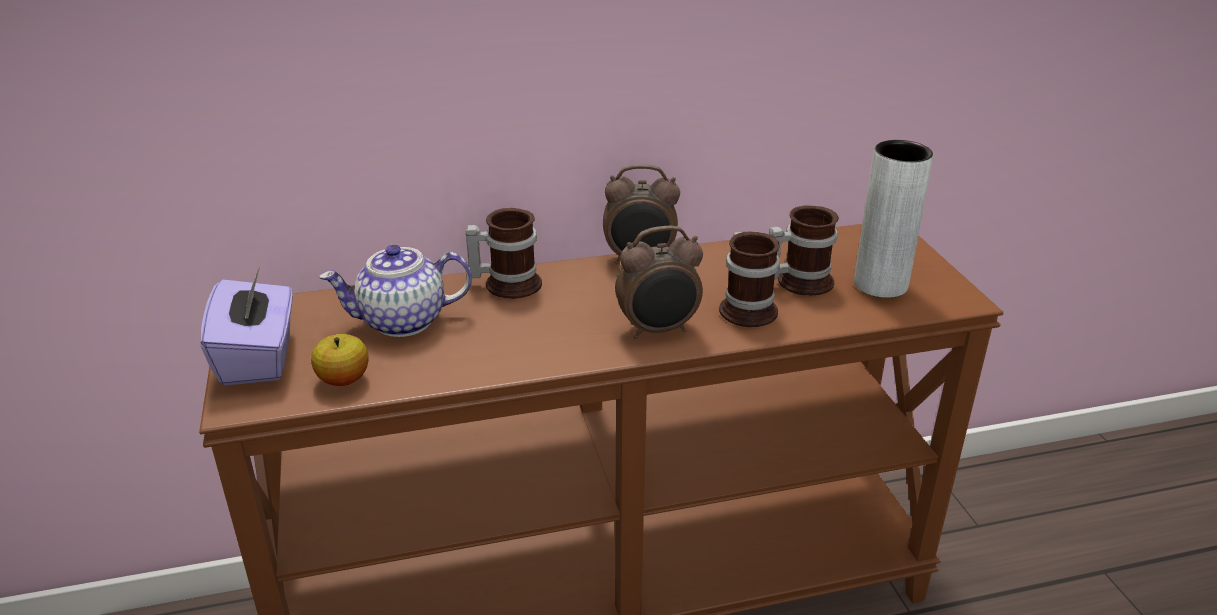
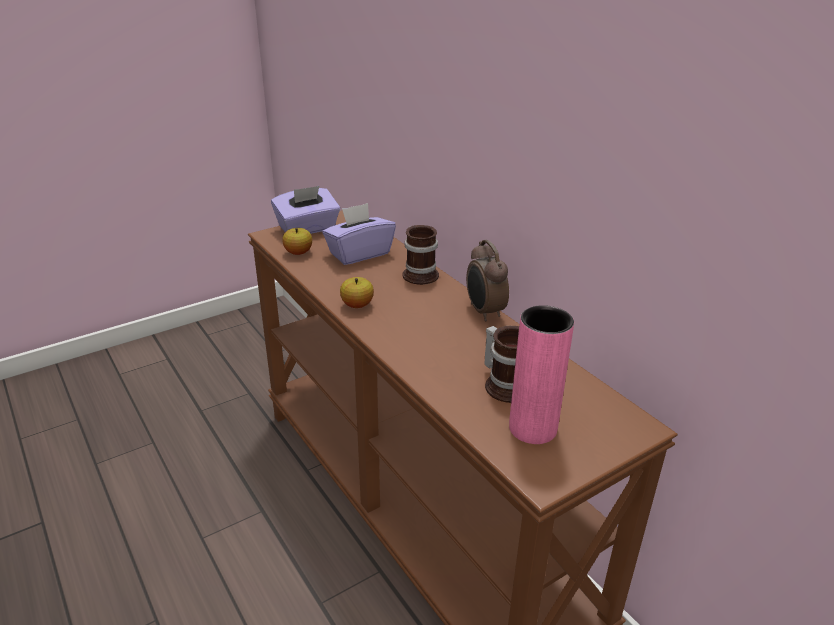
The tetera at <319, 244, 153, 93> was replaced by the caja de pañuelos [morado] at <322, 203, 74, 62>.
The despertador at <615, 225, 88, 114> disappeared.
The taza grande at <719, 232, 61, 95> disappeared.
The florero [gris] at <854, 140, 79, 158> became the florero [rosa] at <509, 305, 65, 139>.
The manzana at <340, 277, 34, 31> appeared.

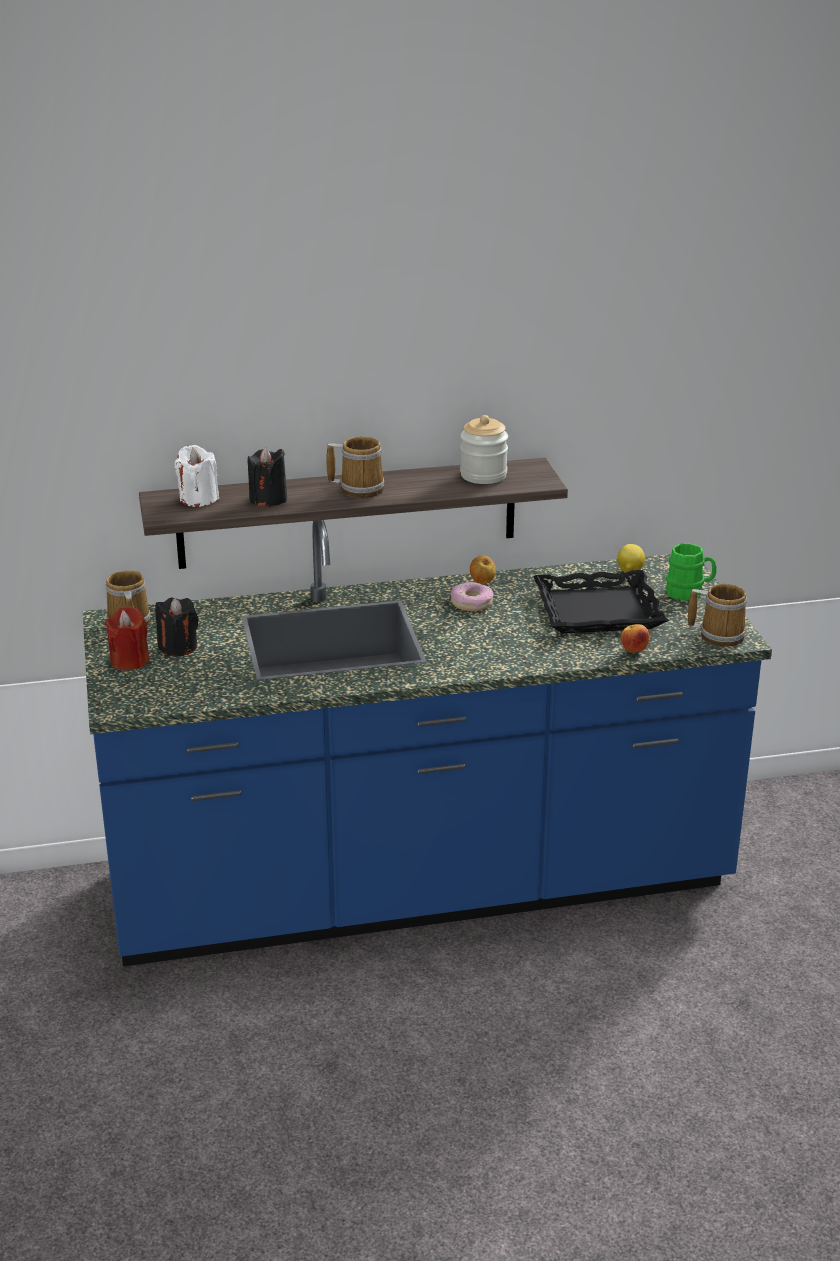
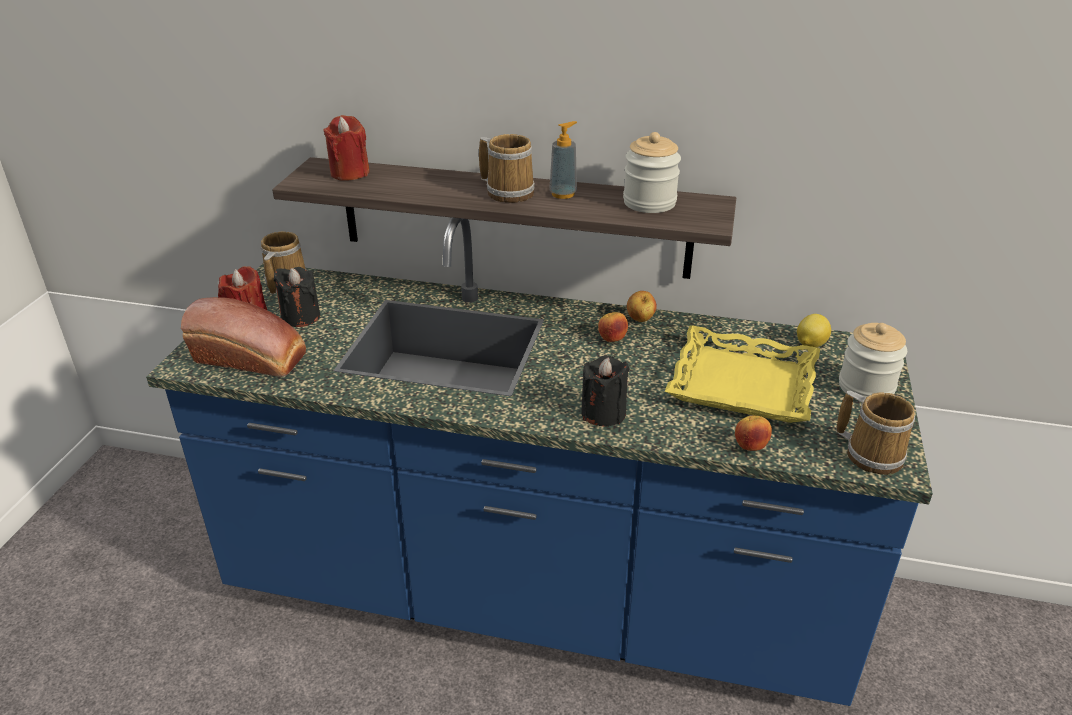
The vela [blanco] at <175, 445, 44, 62> became the vela [rojo] at <323, 115, 47, 66>.
The vela [negro] moved from <248, 447, 39, 60> to <581, 355, 49, 71>.
The rosquilla at <450, 582, 43, 29> was replaced by the manzana at <598, 312, 30, 30>.
The bandeja [negro] at <534, 570, 135, 64> became the bandeja [amarillo] at <664, 325, 156, 98>.
The taza grande [verde] at <666, 543, 51, 57> was replaced by the tarro at <839, 323, 68, 75>.
The pan at <181, 297, 125, 80> appeared.
The dispensador de jabón at <549, 121, 28, 78> appeared.

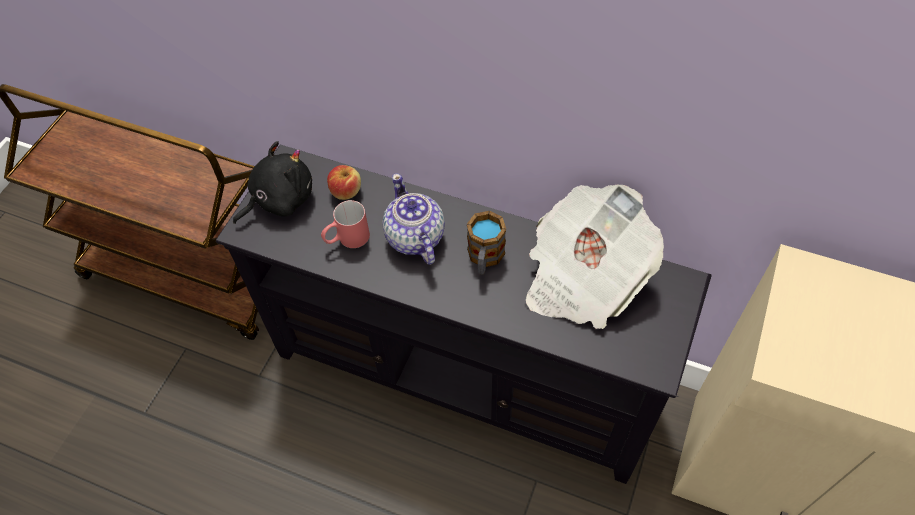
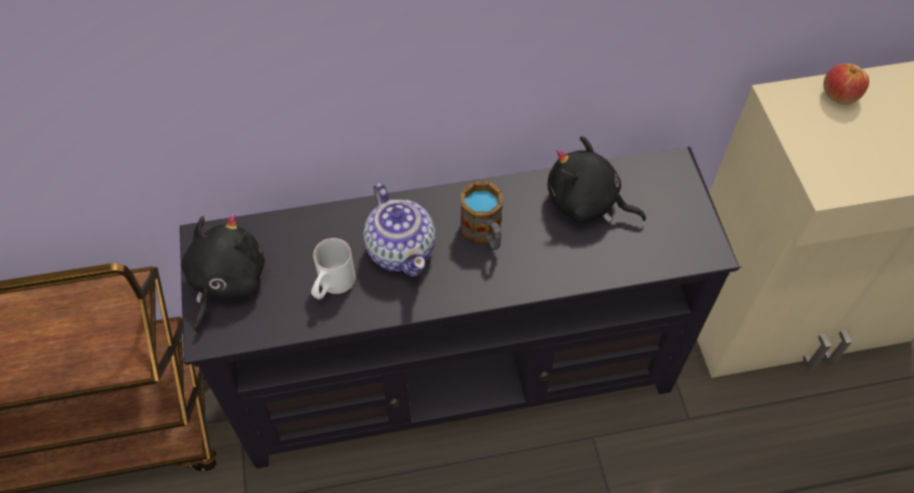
The taza grande [rojo] at <321, 200, 49, 48> became the taza grande [blanco] at <311, 238, 45, 61>.
The manzana moved from <327, 165, 34, 35> to <824, 63, 45, 42>.
The tetera at <382, 173, 63, 92> turned 150 degrees counterclockwise.
The periódico at <526, 184, 138, 145> was replaced by the peluche [negro] at <548, 136, 98, 87>.

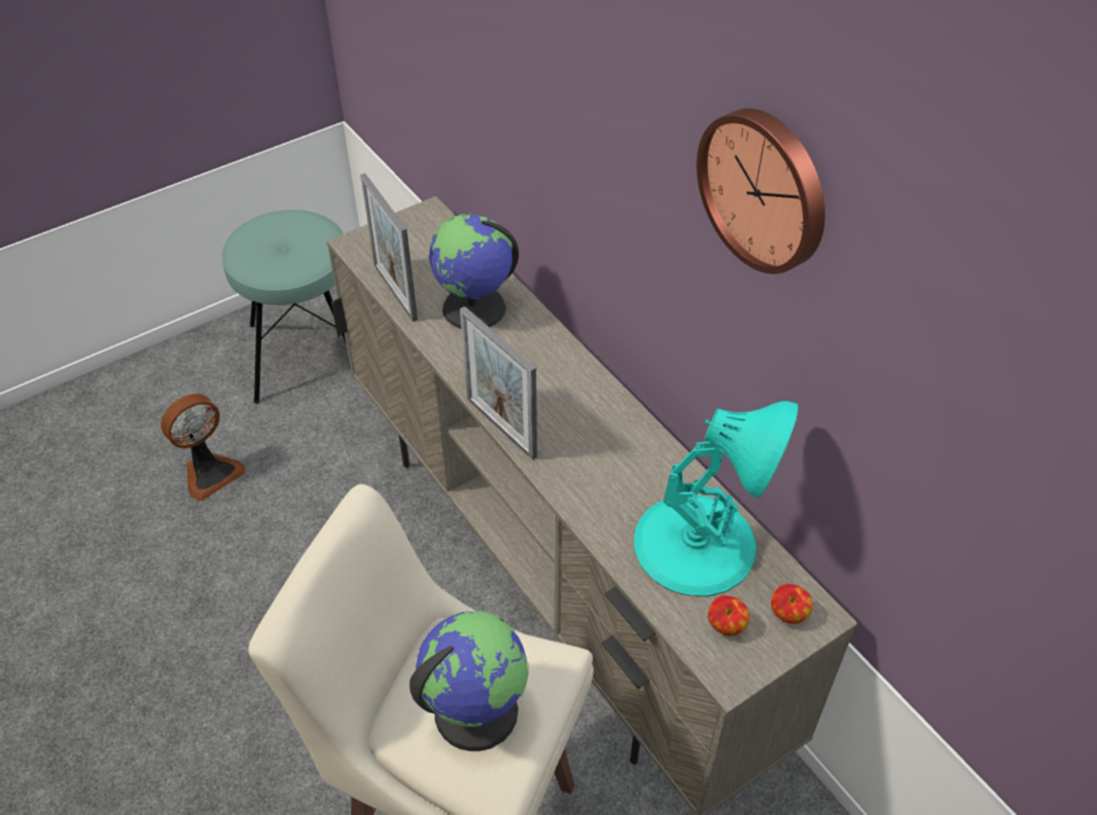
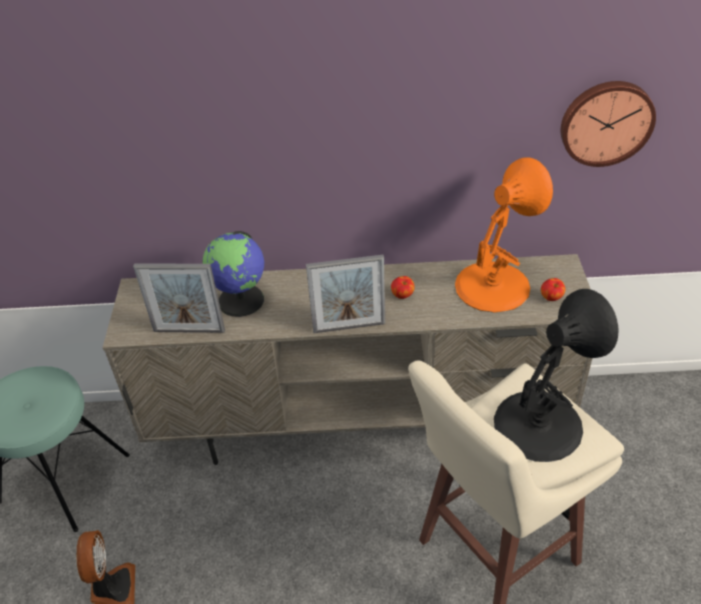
The globo terráqueo at <410, 610, 119, 141> was replaced by the lámpara de mesa [negro] at <494, 289, 124, 173>.
The lámpara de mesa [turquesa] at <634, 401, 164, 196> became the lámpara de mesa [naranja] at <455, 157, 98, 156>.
The reloj de pared moved from <697, 108, 128, 166> to <561, 81, 95, 86>.
The manzana moved from <771, 584, 42, 40> to <391, 276, 24, 23>.

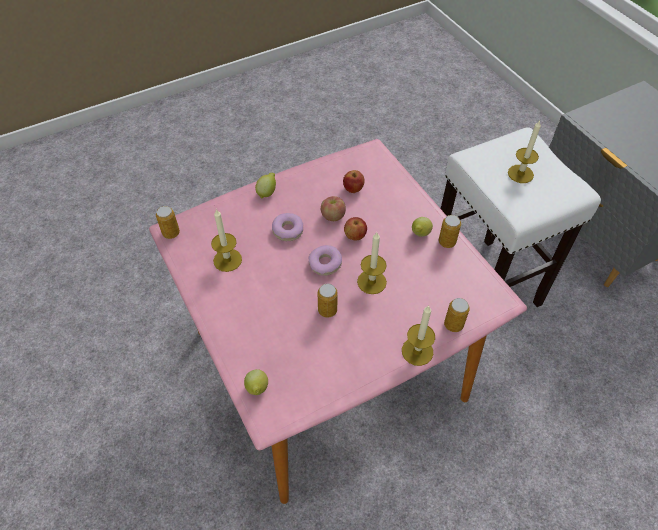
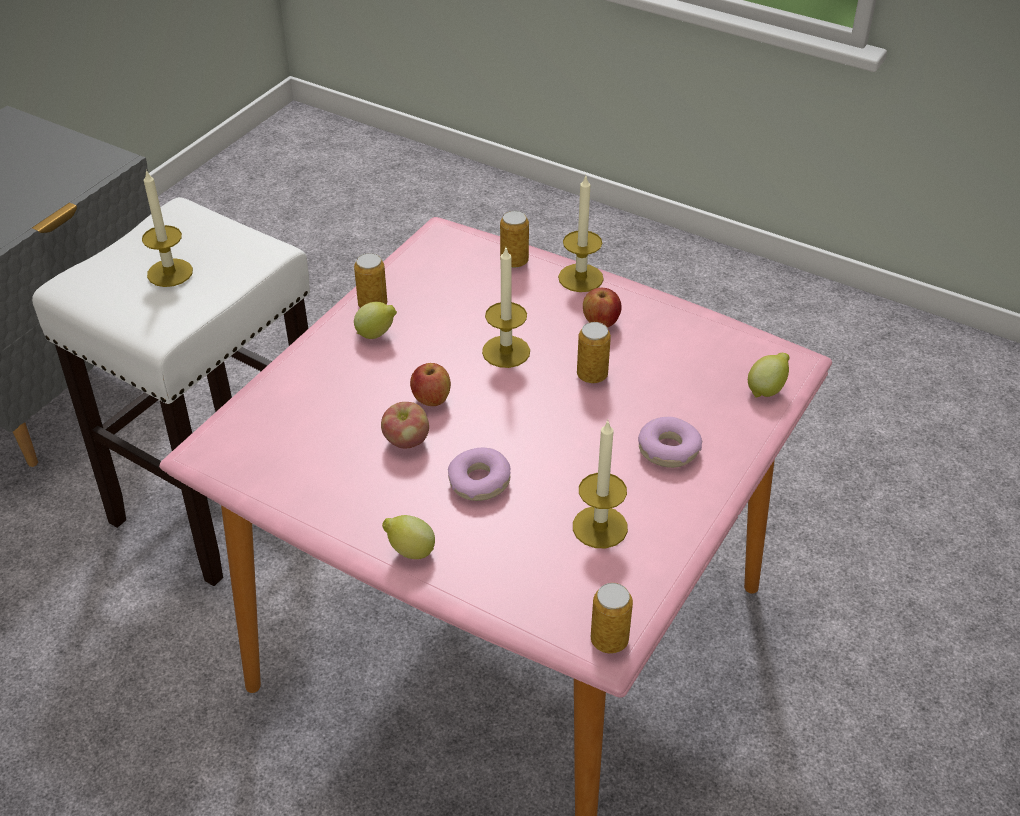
The rosquilla moved from <308, 245, 34, 31> to <638, 417, 64, 51>.
The manzana moved from <343, 170, 22, 23> to <583, 288, 39, 39>.

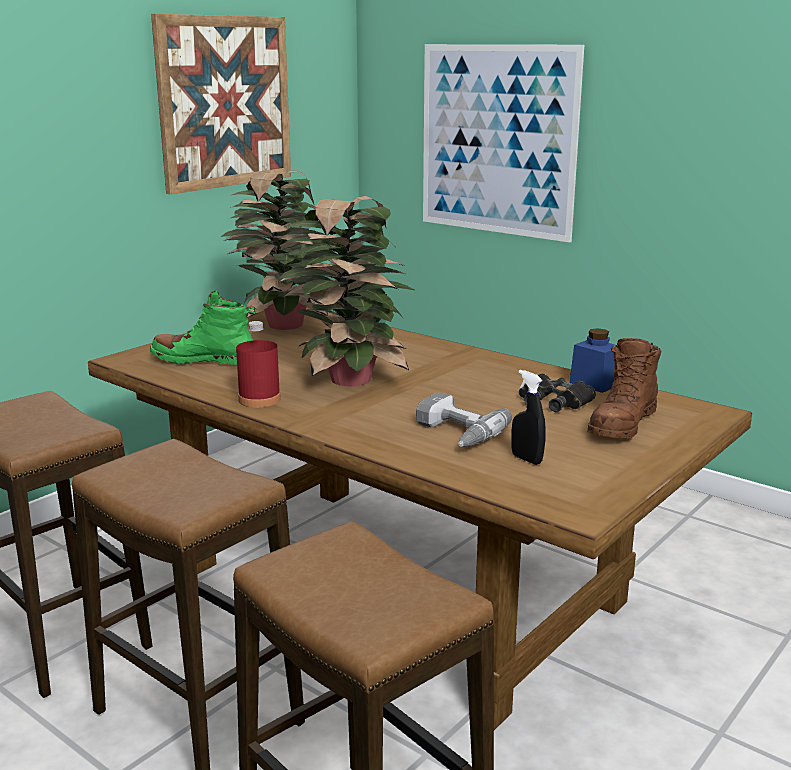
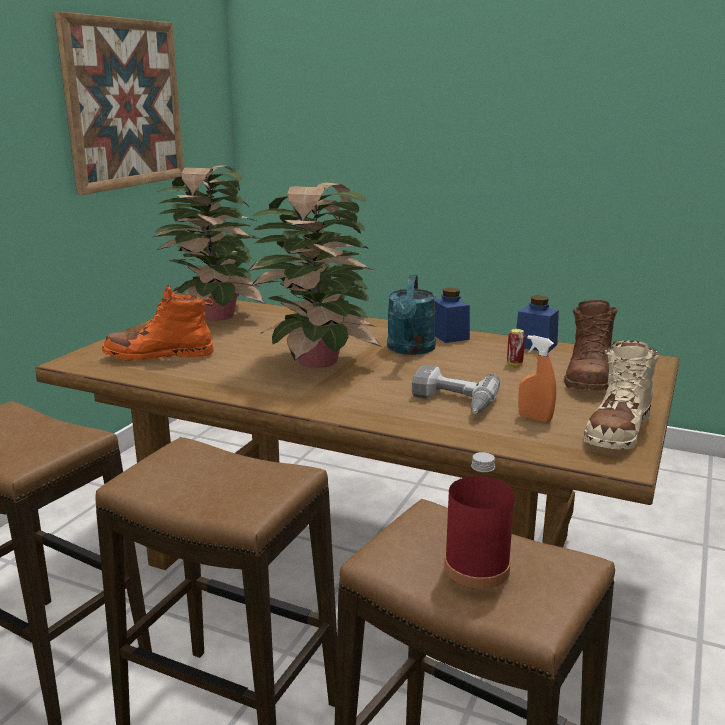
The bota [verde] at <150, 291, 107, 74> became the bota [naranja] at <102, 285, 112, 76>.
The botella [rojo] moved from <236, 321, 45, 86> to <444, 452, 71, 137>.
The cuadro at <423, 44, 161, 198> disappeared.
The pulverizador [negro] at <511, 370, 35, 95> became the pulverizador [naranja] at <518, 335, 38, 88>.
The prismáticos [negro] at <519, 374, 77, 38> was replaced by the lata at <507, 329, 18, 37>.
The regadera [turquesa] at <387, 275, 49, 80> appeared.
The tarro [azul] at <434, 288, 36, 55> appeared.
The bota [beis] at <584, 340, 75, 110> appeared.

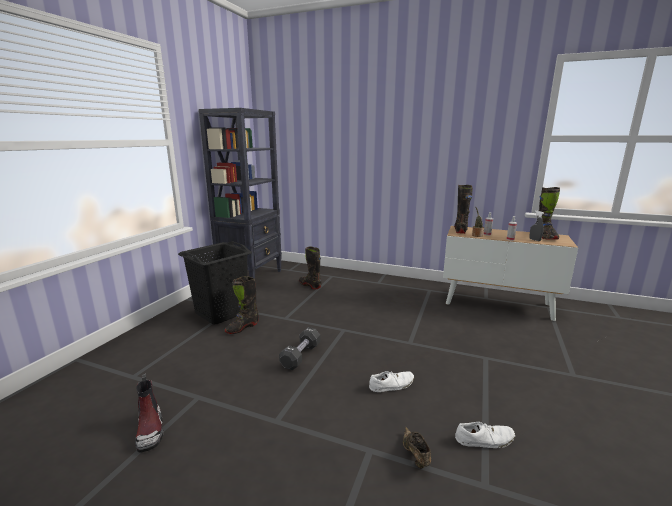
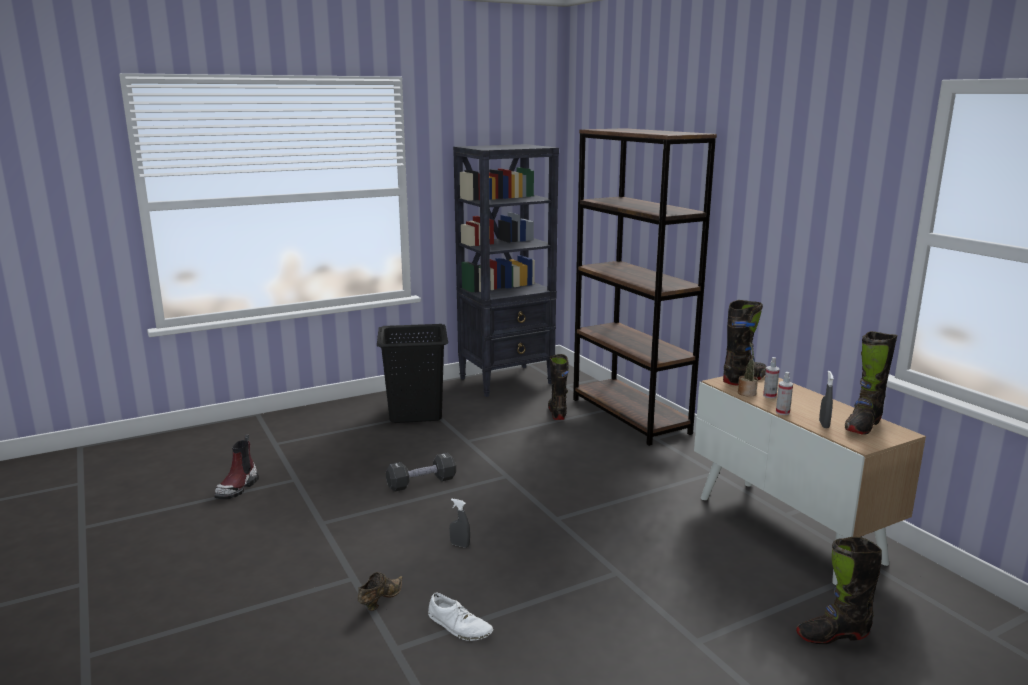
The bota [negro] moved from <224, 276, 35, 58> to <796, 537, 86, 107>.
The zapato [blanco] at <369, 371, 45, 21> was replaced by the pulverizador [gris] at <449, 499, 21, 49>.
The estantería [marrón] at <573, 128, 144, 318> appeared.

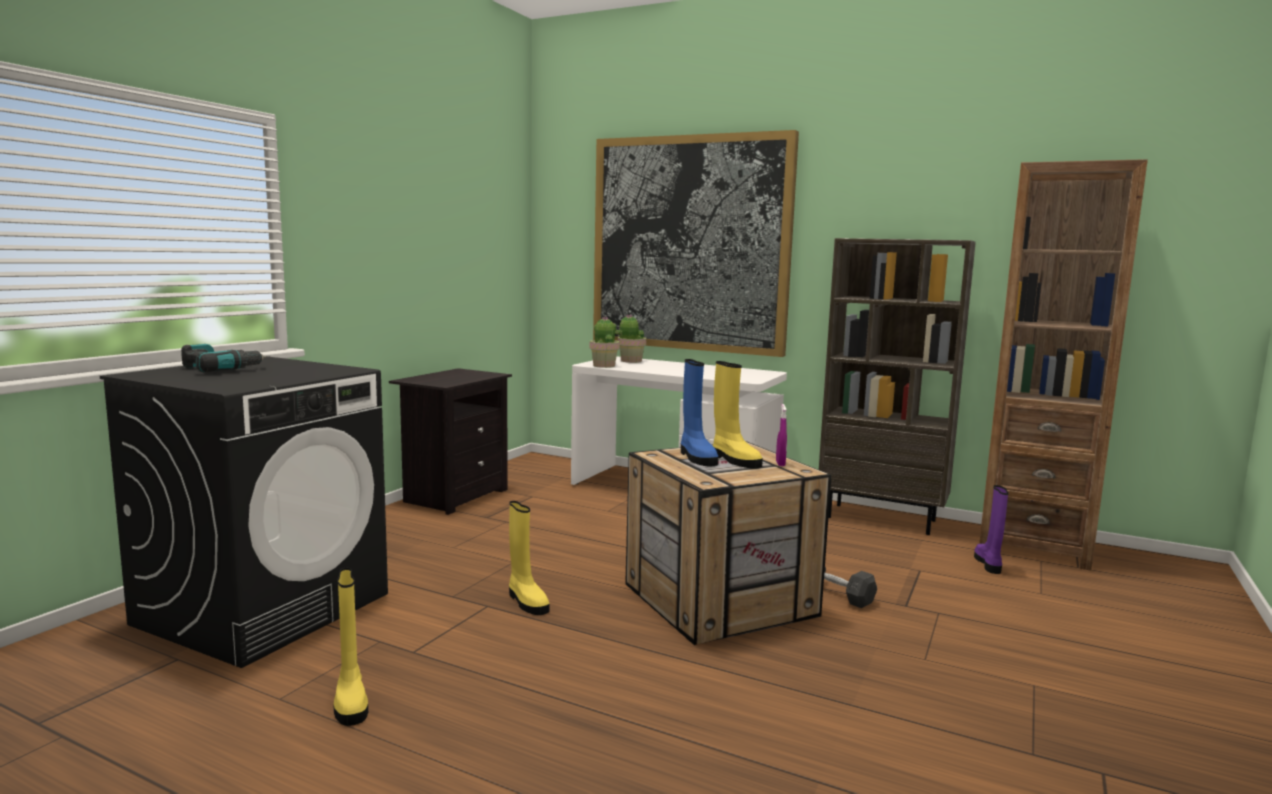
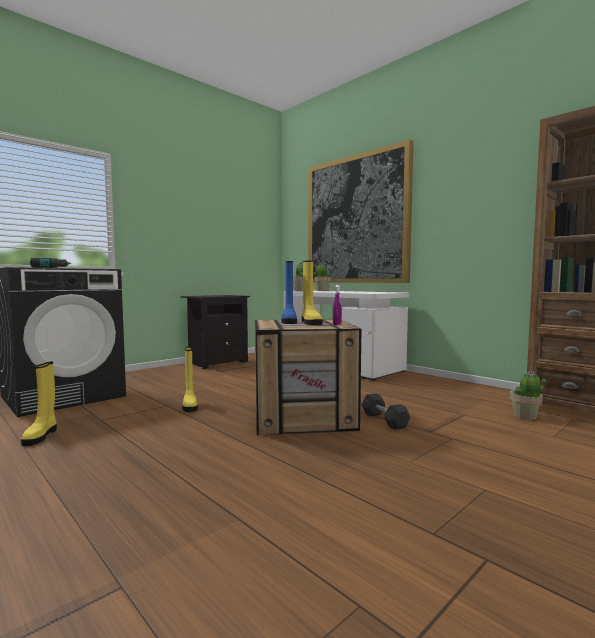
The estantería [marrón] at <819, 238, 157, 297> disappeared.
The bota [morado] at <974, 485, 35, 89> was replaced by the planta en maceta at <510, 371, 36, 49>.

